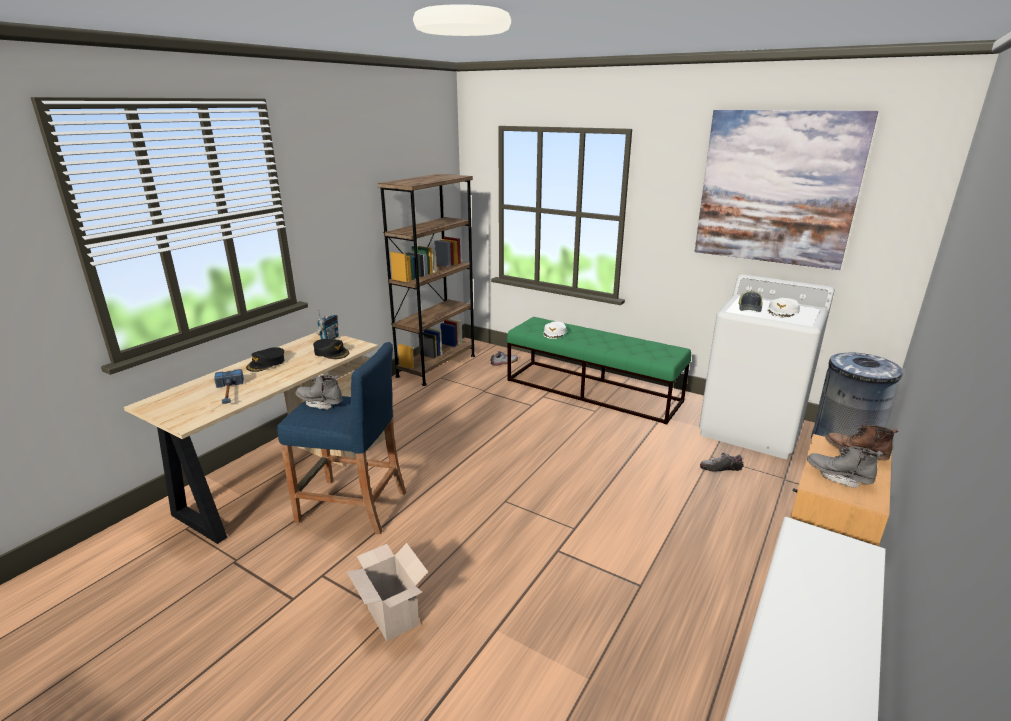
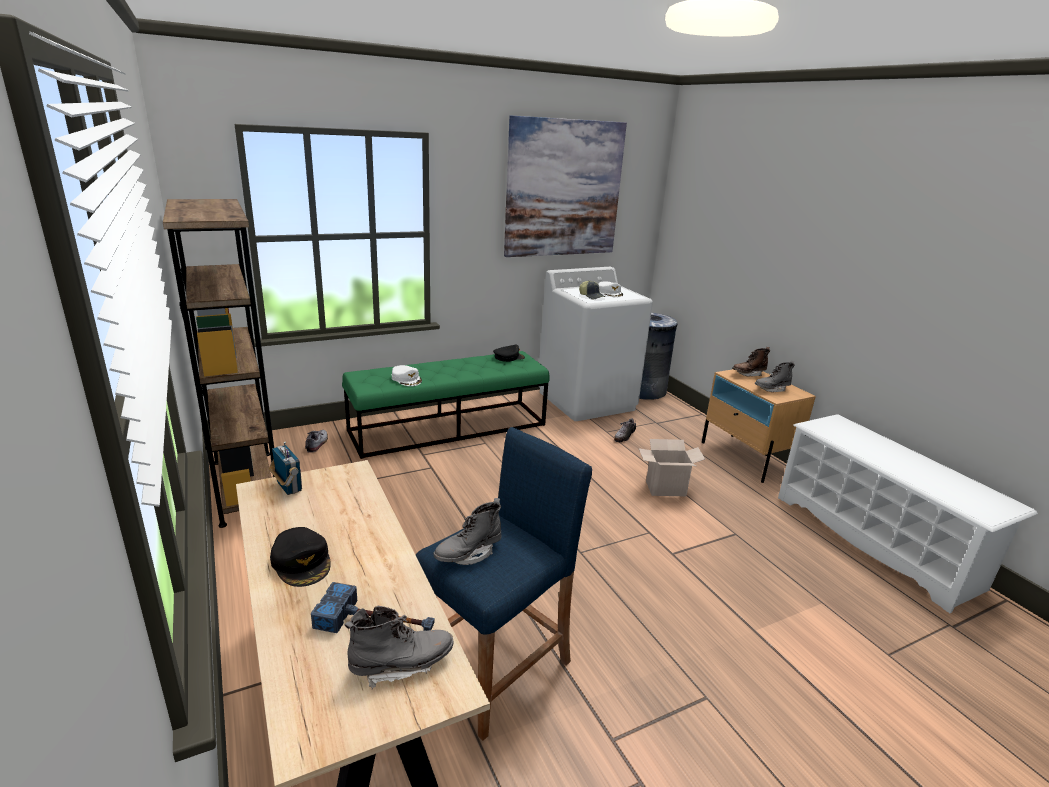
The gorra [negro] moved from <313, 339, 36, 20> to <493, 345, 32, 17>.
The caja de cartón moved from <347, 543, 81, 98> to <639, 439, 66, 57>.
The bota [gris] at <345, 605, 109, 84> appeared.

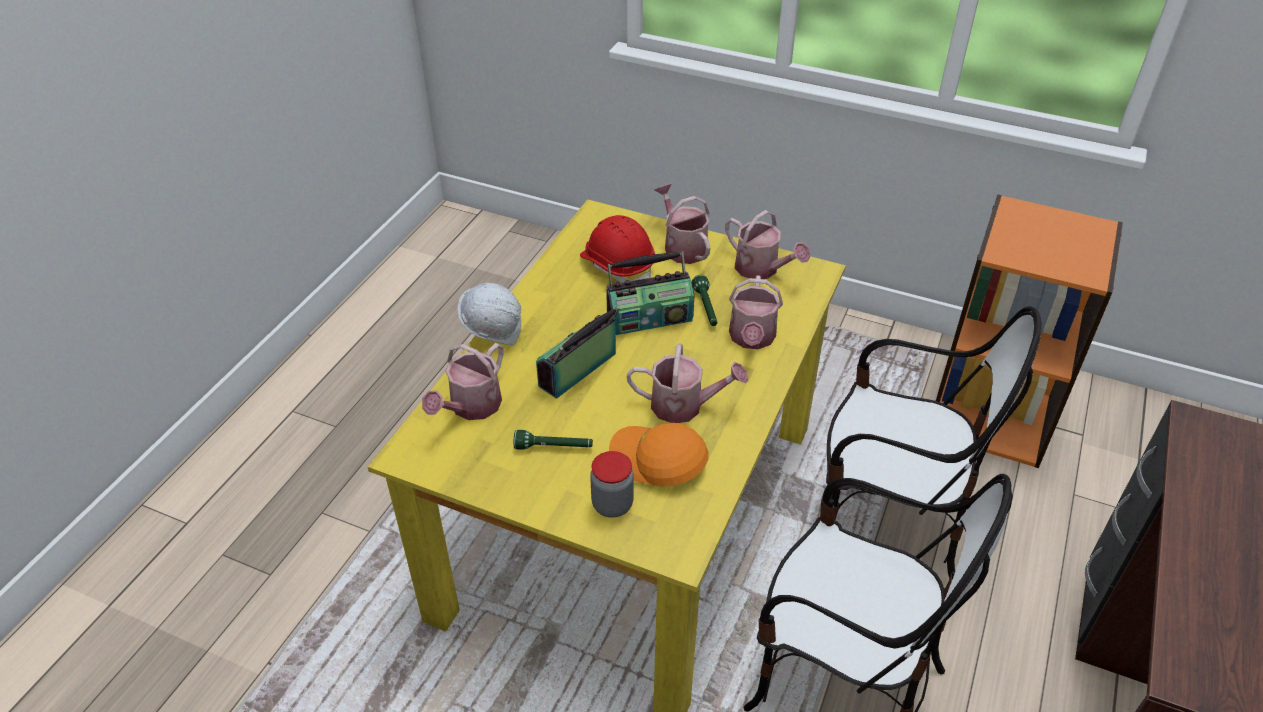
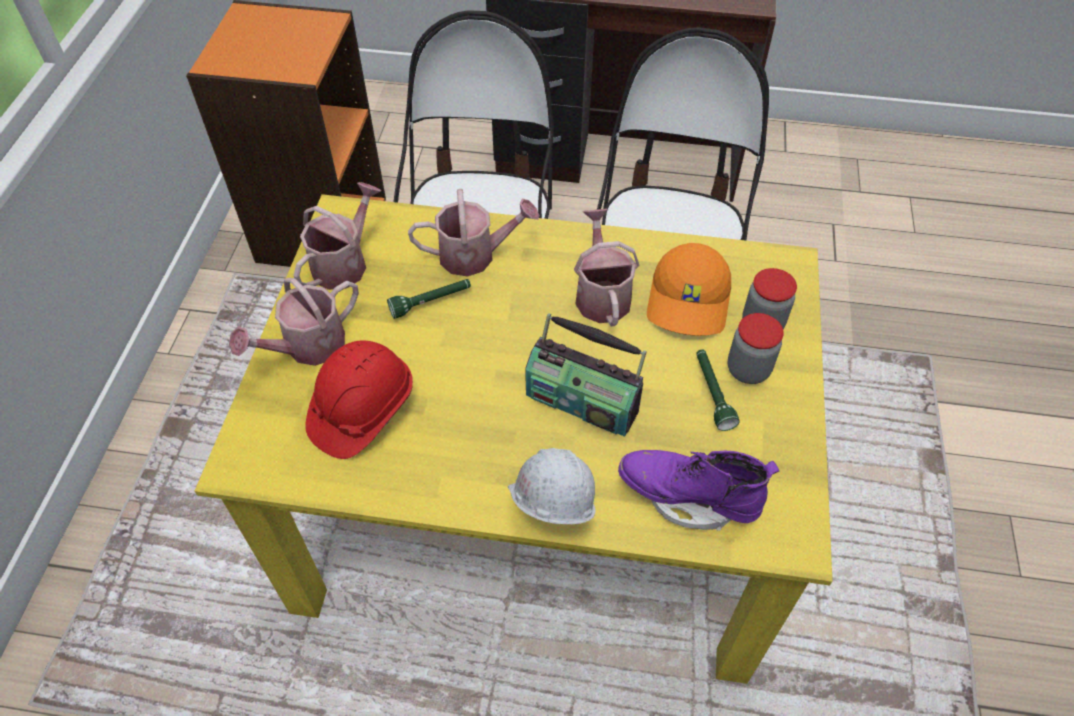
The regadera at <422, 343, 82, 77> was replaced by the bota [morado] at <618, 450, 161, 81>.
The radio at <606, 251, 89, 84> disappeared.
The tarro at <728, 313, 56, 71> appeared.

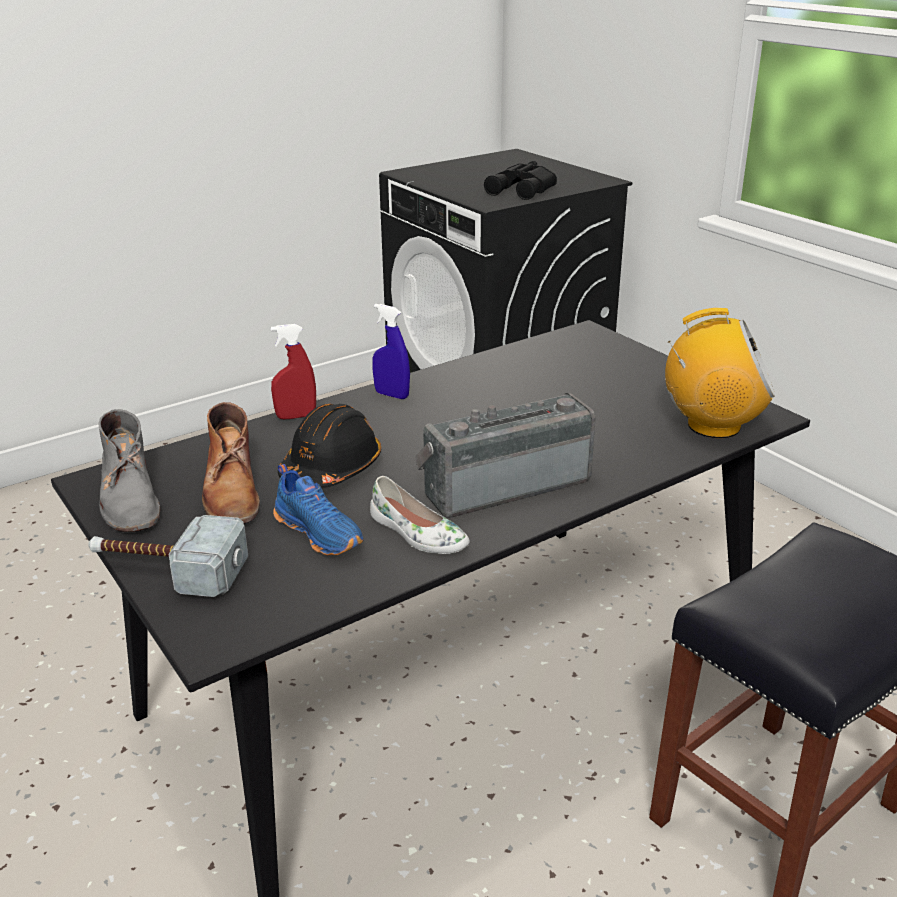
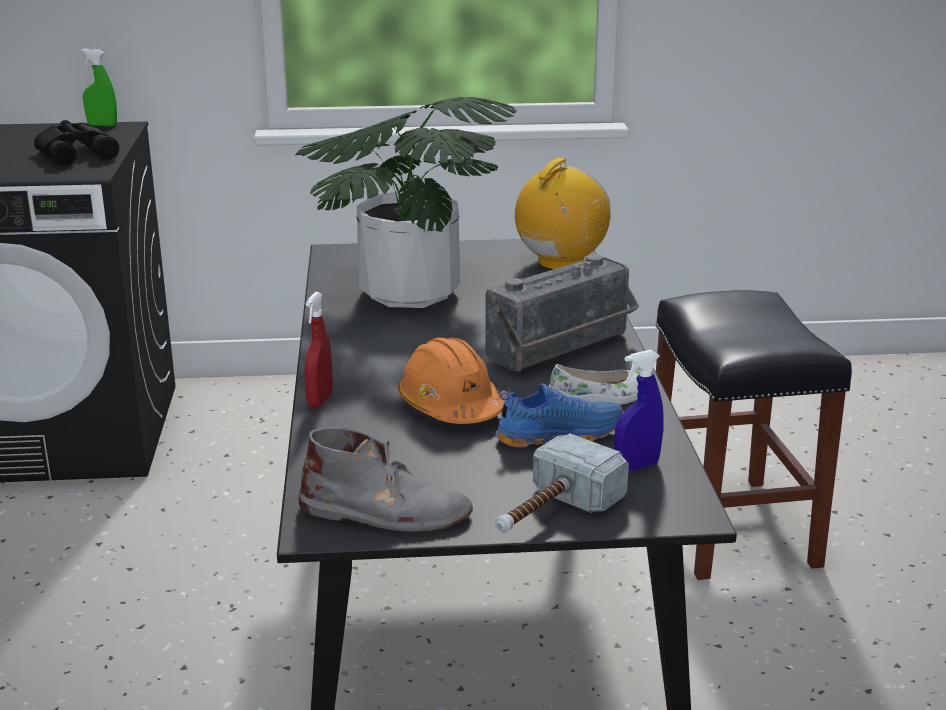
The bota [marrón] at <202, 402, 58, 122> disappeared.
The casco [negro] at <278, 404, 103, 84> became the casco [naranja] at <398, 338, 106, 86>.
The pulverizador [azul] moved from <372, 304, 38, 95> to <614, 350, 50, 122>.
The radio at <415, 393, 181, 125> turned 135 degrees counterclockwise.
The pulverizador [verde] at <81, 48, 36, 78> appeared.
The planta en maceta at <295, 97, 221, 211> appeared.

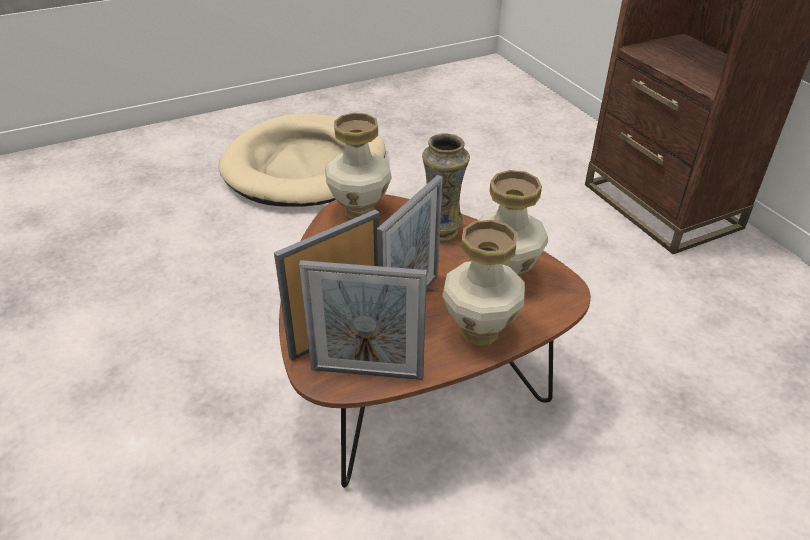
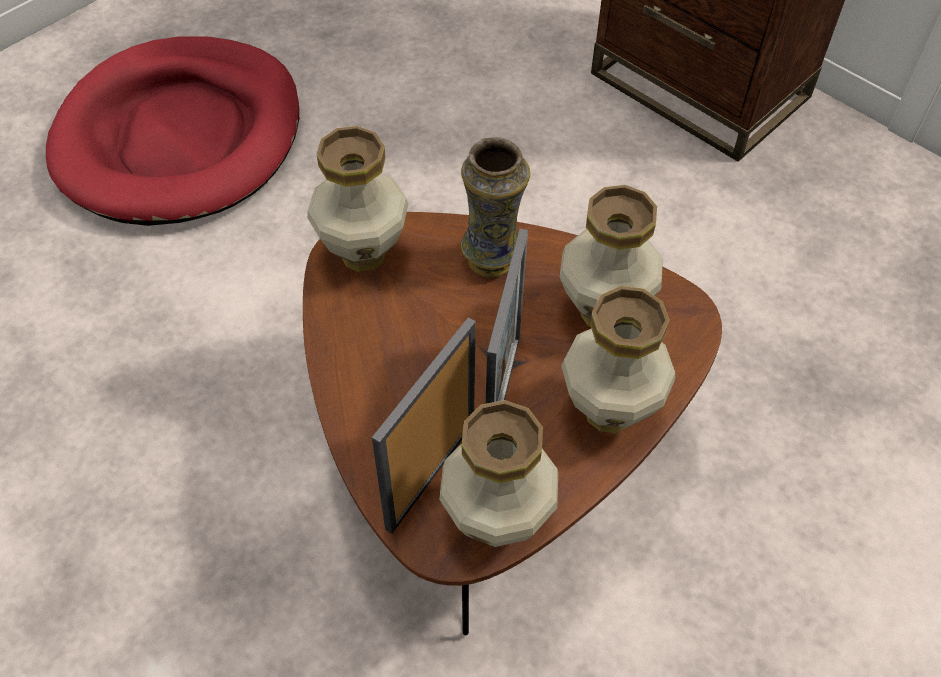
The cama para perro [beis] at <218, 114, 168, 93> became the cama para perro [rojo] at <46, 36, 253, 190>.
The portarretratos at <299, 260, 128, 120> was replaced by the florero at <439, 400, 119, 147>.

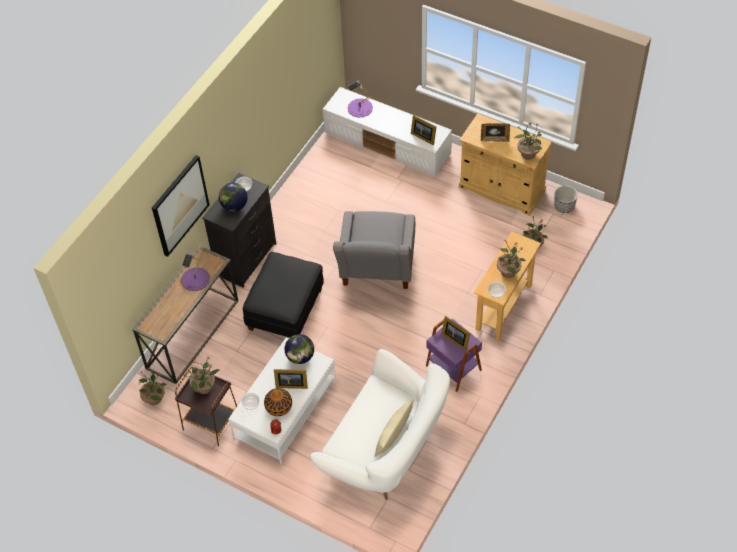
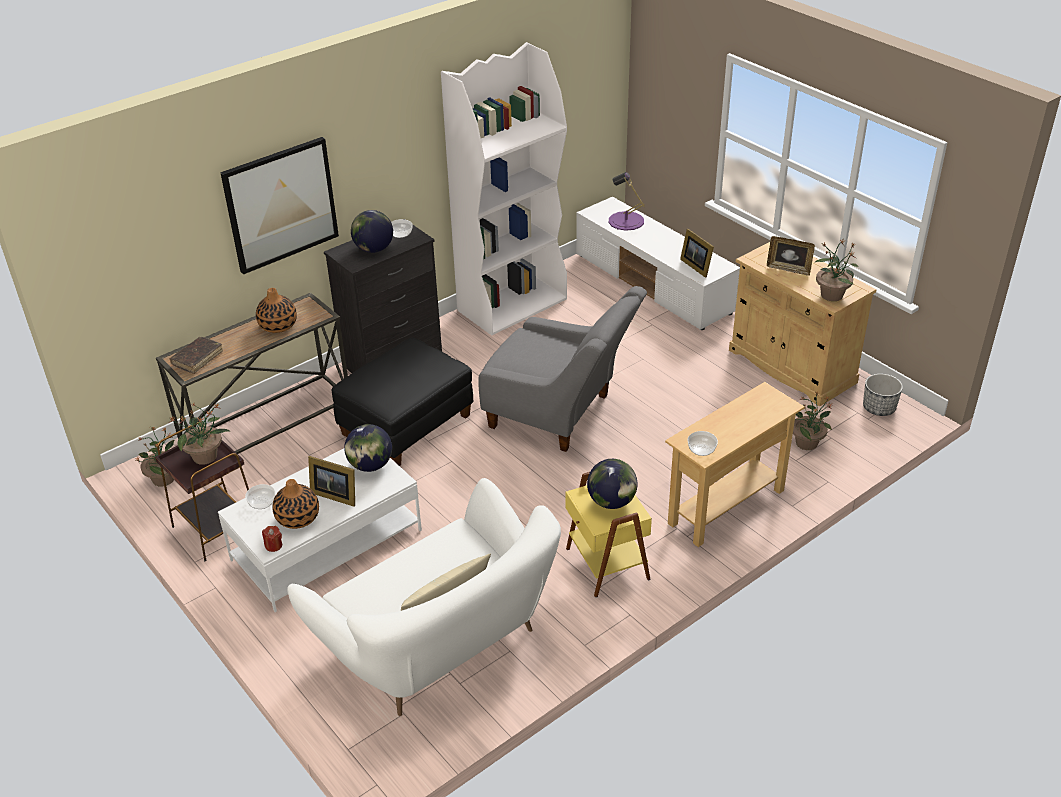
The lámpara de mesa [morado] at <181, 253, 29, 38> was replaced by the florero at <256, 288, 41, 45>.
The sillón [gris] at <333, 211, 82, 78> turned 90 degrees counterclockwise.
The mesa auxiliar [morado] at <426, 319, 56, 73> became the mesa auxiliar [amarillo] at <566, 472, 86, 126>.
The portarretratos at <442, 316, 28, 35> was replaced by the globo terráqueo at <587, 459, 50, 50>.
The planta en maceta at <497, 240, 29, 38> disappeared.
The libro [marrón] at <170, 337, 53, 37> appeared.
The estantería [blanco] at <441, 42, 126, 293> appeared.

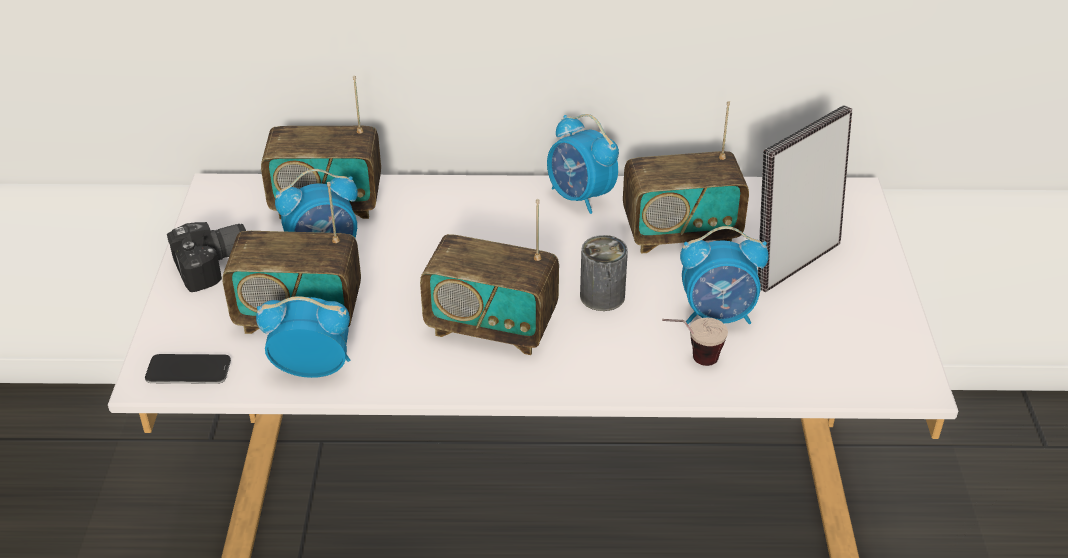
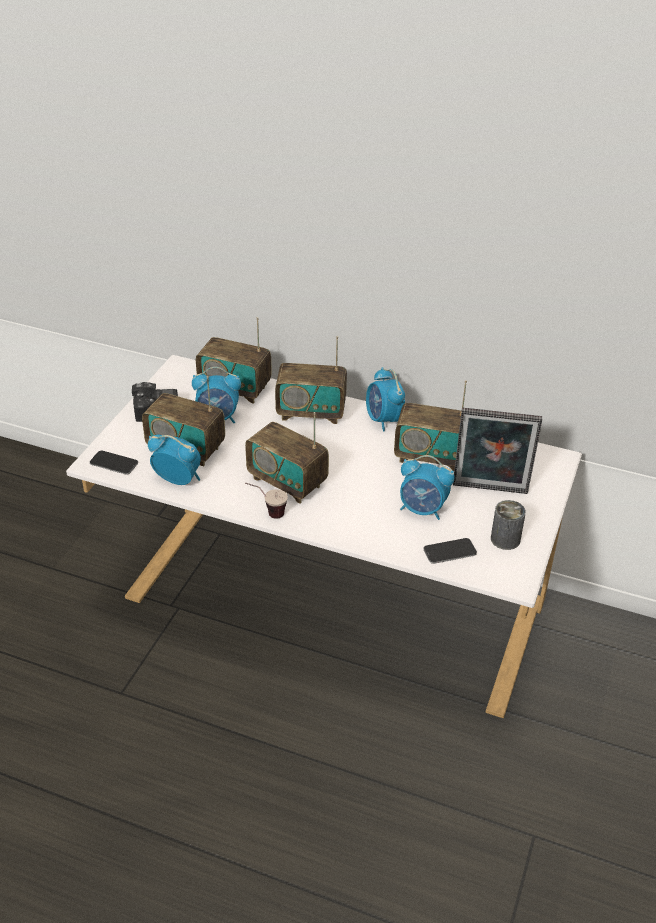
The lata moved from <580, 235, 48, 76> to <491, 500, 35, 50>.
The taza moved from <662, 318, 66, 48> to <245, 482, 43, 37>.
The portarretratos at <758, 105, 94, 187> turned 150 degrees counterclockwise.
The radio at <275, 336, 72, 88> appeared.
The móvil at <424, 538, 53, 26> appeared.

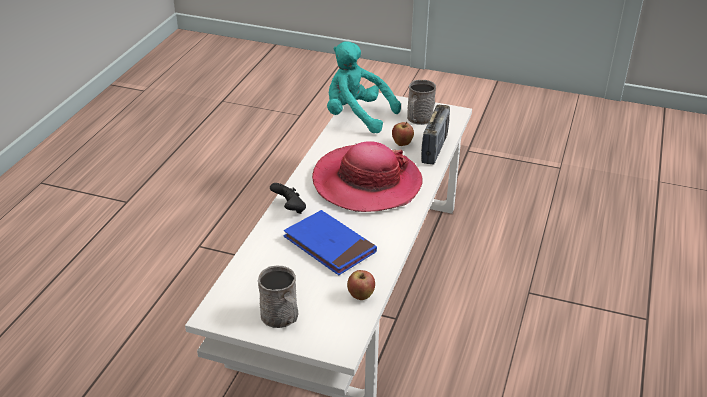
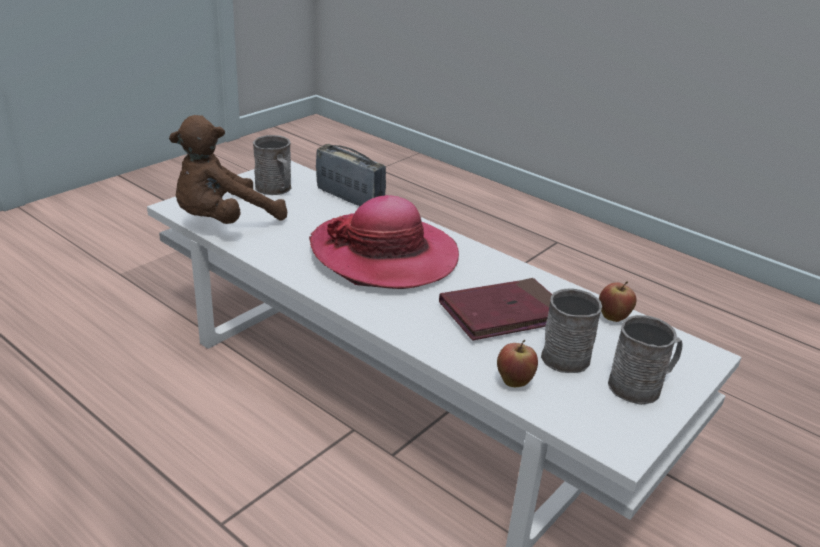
The mando de consola [negro] at <270, 183, 36, 31> disappeared.
The libro [azul] at <284, 210, 93, 65> became the libro [rojo] at <439, 278, 113, 62>.
The peluche [turquesa] at <327, 41, 74, 92> became the peluche [marrón] at <169, 115, 118, 109>.
The manzana moved from <392, 122, 22, 24> to <497, 340, 41, 47>.
The taza grande [gris] at <541, 288, 61, 85> appeared.

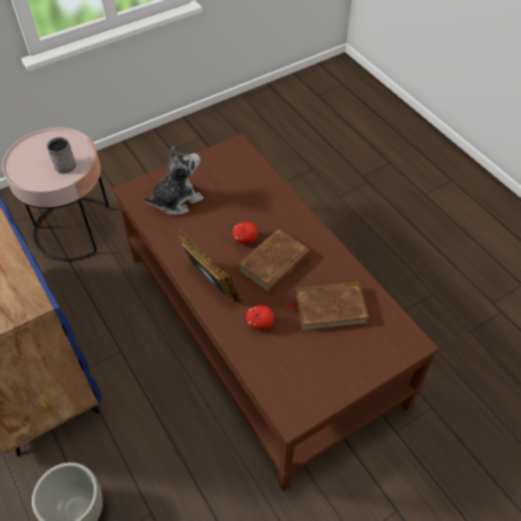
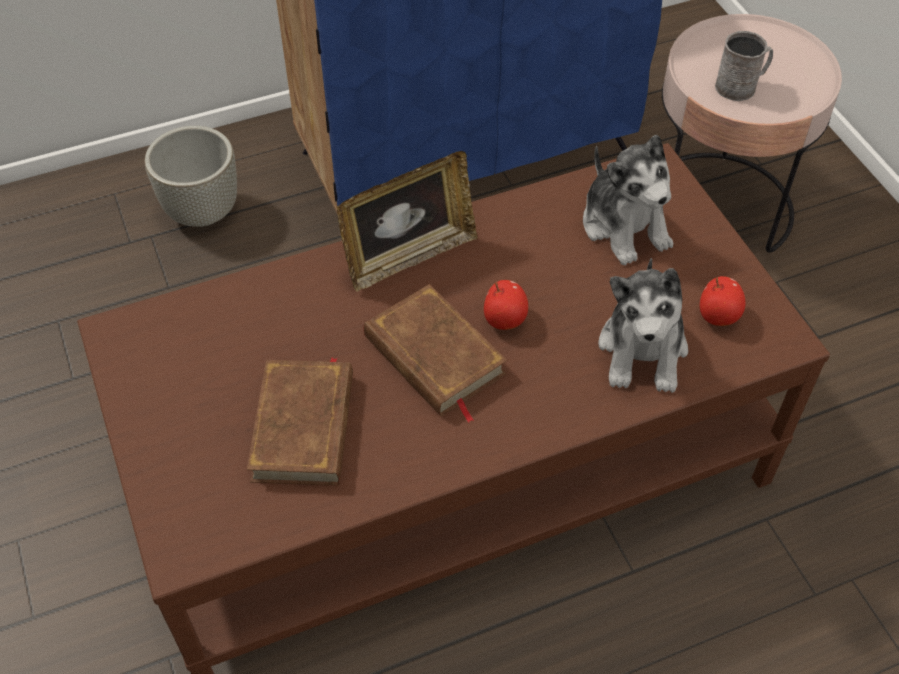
The manzana moved from <246, 305, 28, 25> to <700, 276, 45, 50>.
The peluche at <598, 258, 90, 135> appeared.

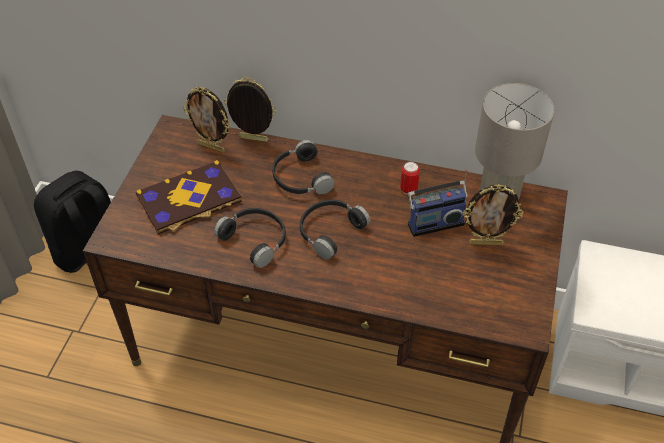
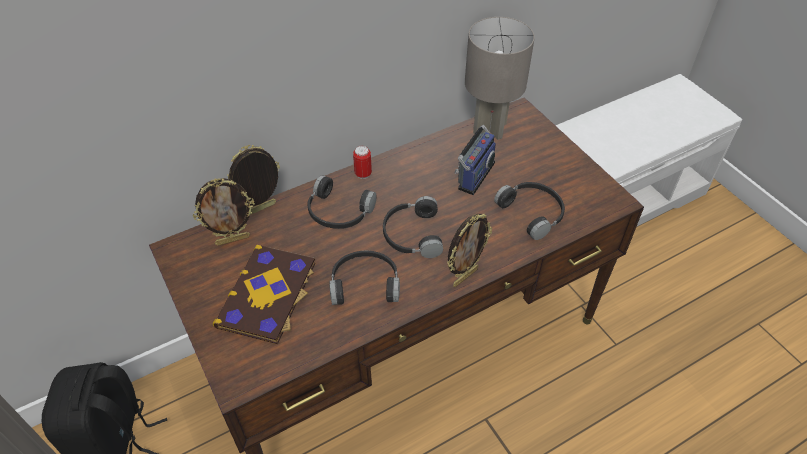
The lata moved from <400, 162, 20, 33> to <353, 146, 19, 33>.
The portarretratos moved from <463, 184, 60, 61> to <447, 213, 45, 74>.
The auriculares [negro] at <494, 182, 71, 58> appeared.

